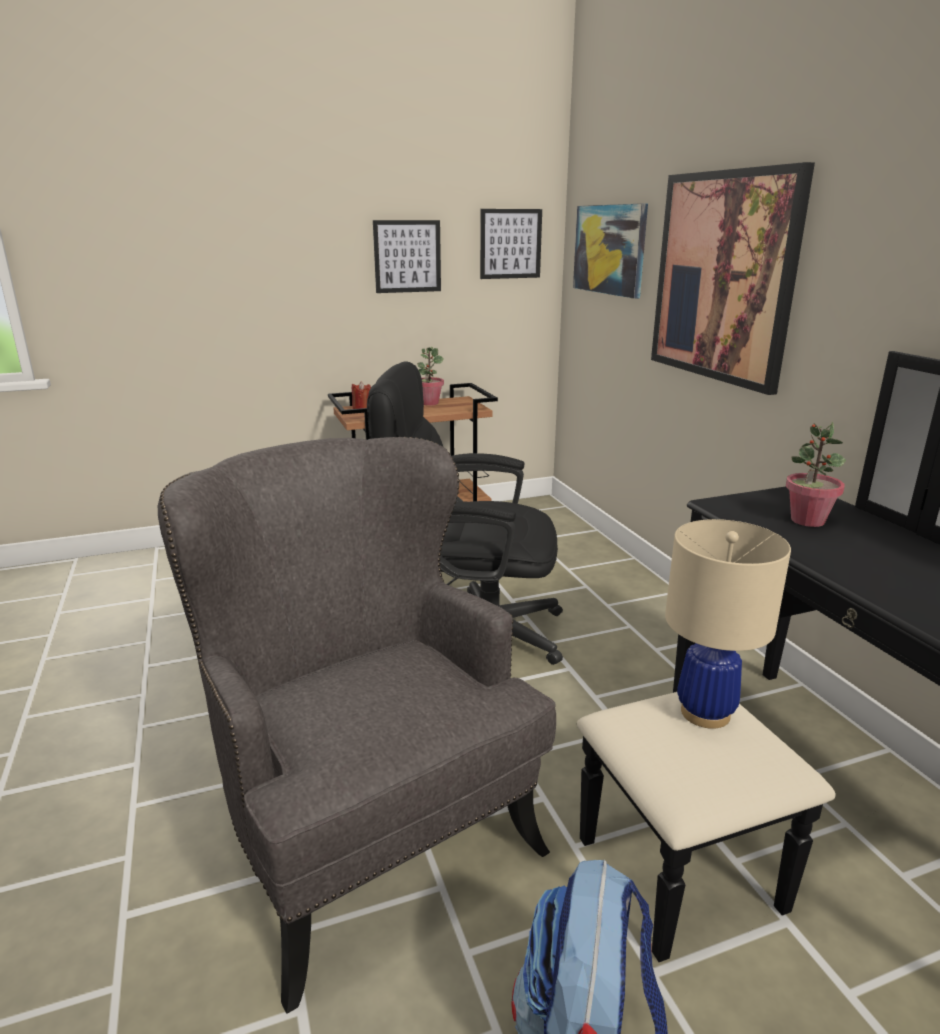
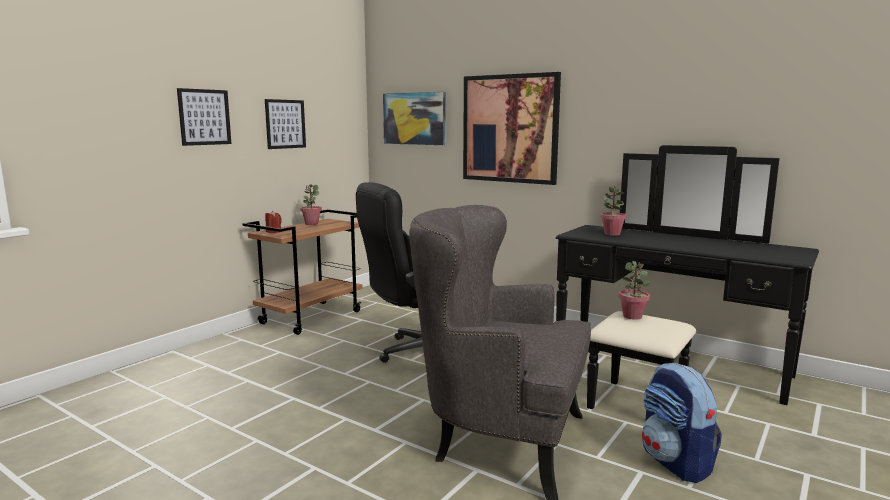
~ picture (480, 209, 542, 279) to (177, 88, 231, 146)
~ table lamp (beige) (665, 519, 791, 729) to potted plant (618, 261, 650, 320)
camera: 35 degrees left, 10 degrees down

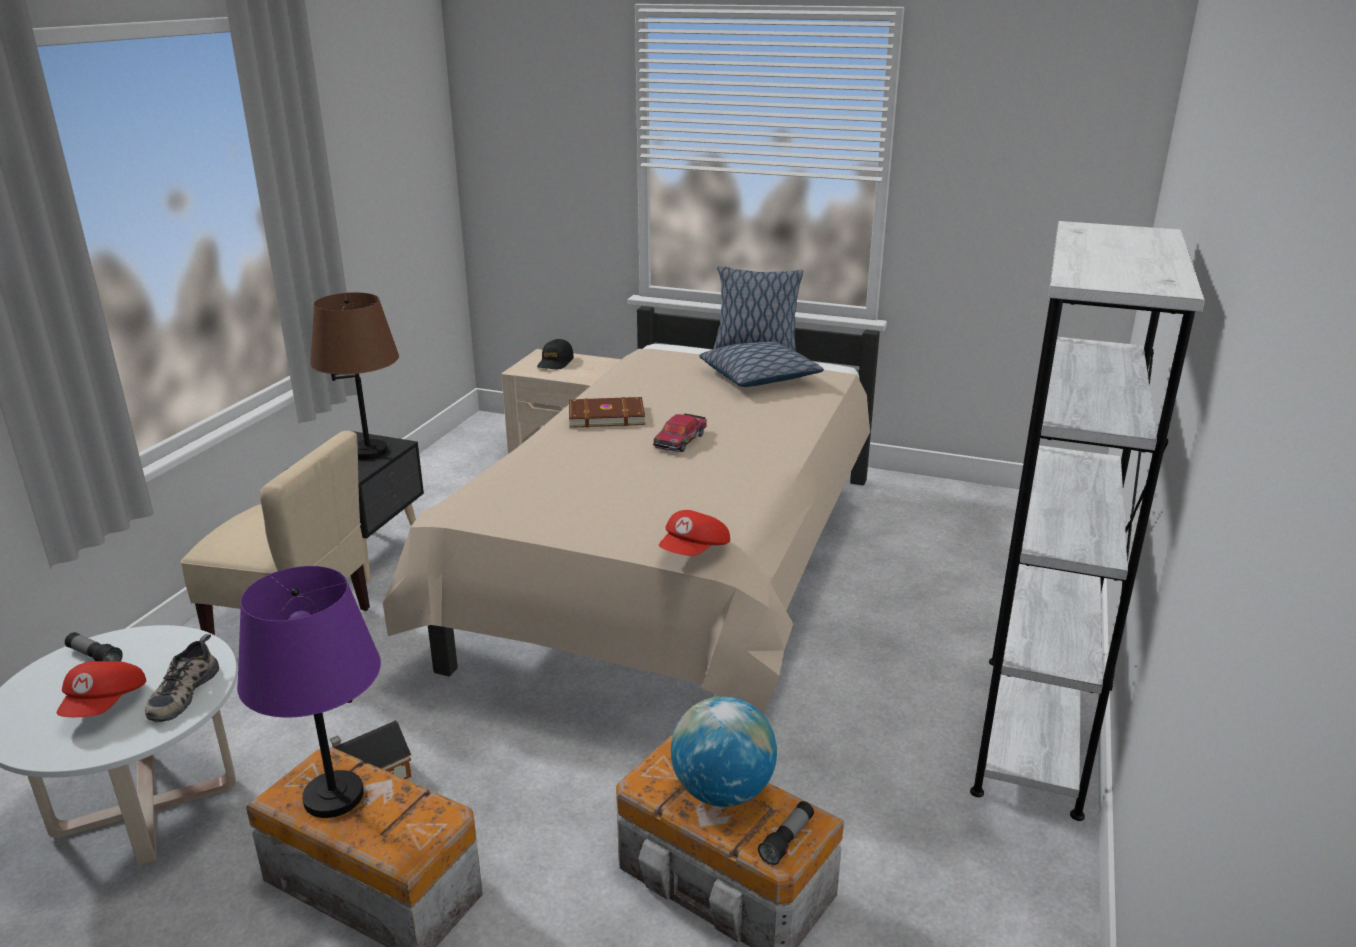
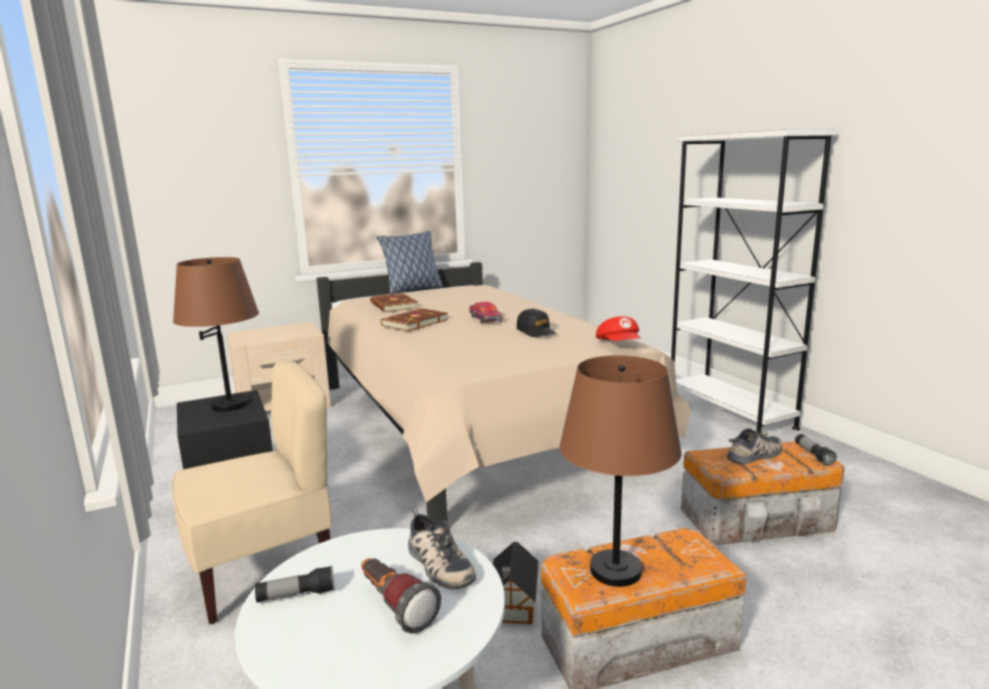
- pillow (699, 342, 824, 387)
+ book (brown) (370, 293, 418, 312)
~ cap (black) (537, 339, 574, 369) to (516, 309, 557, 337)
~ cap (red) (57, 661, 146, 717) to flashlight (361, 558, 441, 634)
~ globe (671, 696, 777, 807) to shoe (727, 428, 782, 464)
~ table lamp (purple) (237, 566, 381, 818) to table lamp (brown) (559, 355, 682, 587)
camera: 45 degrees left, 10 degrees down

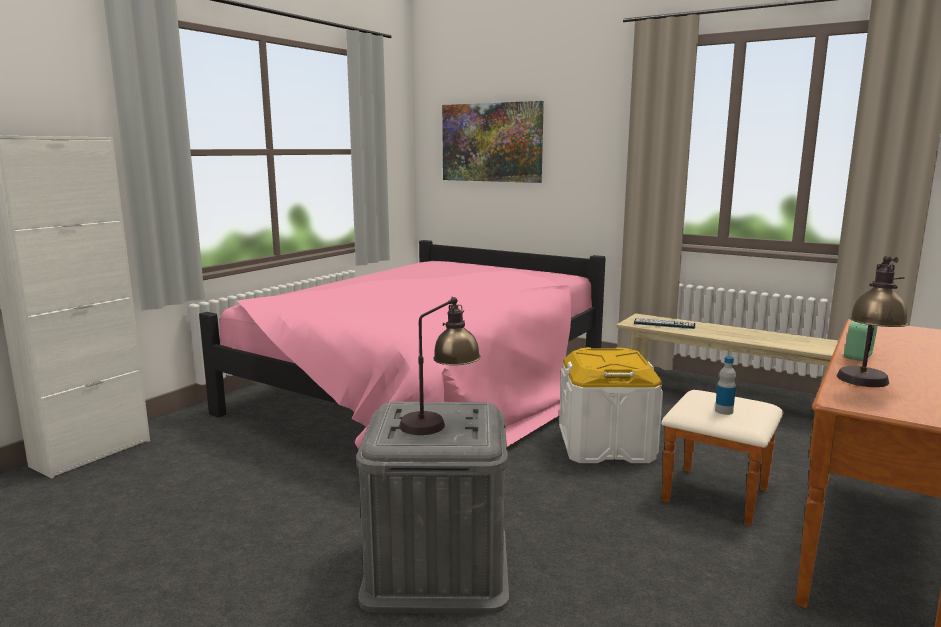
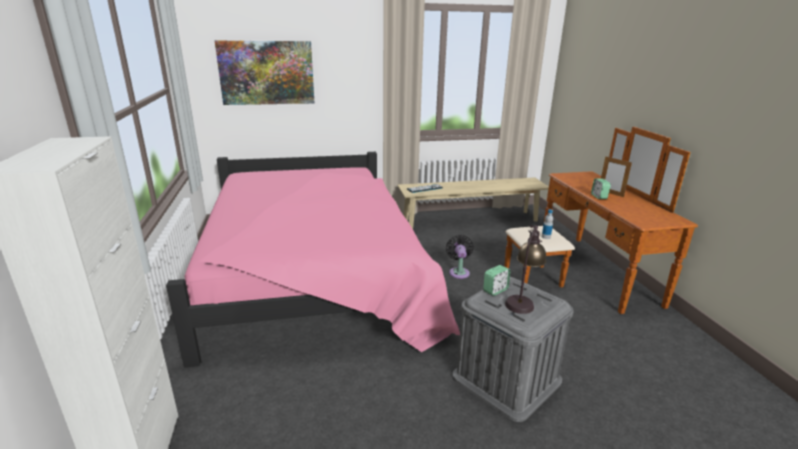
- table lamp (837, 255, 908, 387)
+ alarm clock (483, 265, 510, 296)
+ picture frame (601, 156, 632, 197)
~ storage box (white) (559, 347, 663, 463) to fan (black) (446, 235, 474, 279)
camera: 45 degrees left, 10 degrees up

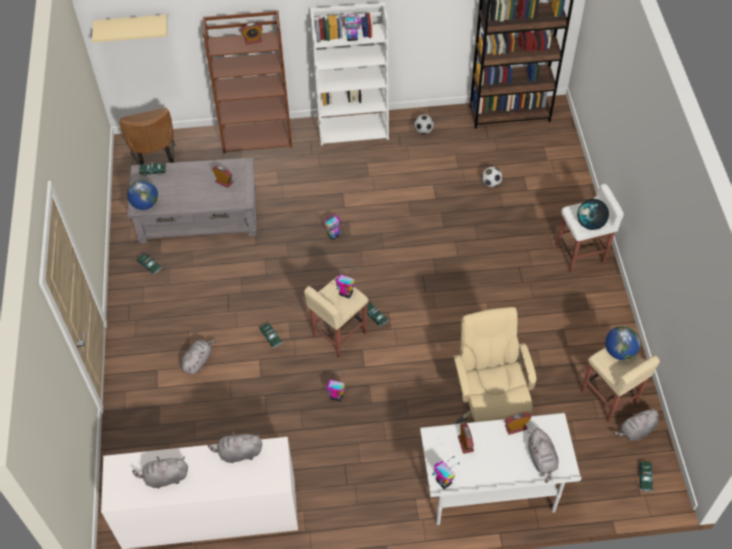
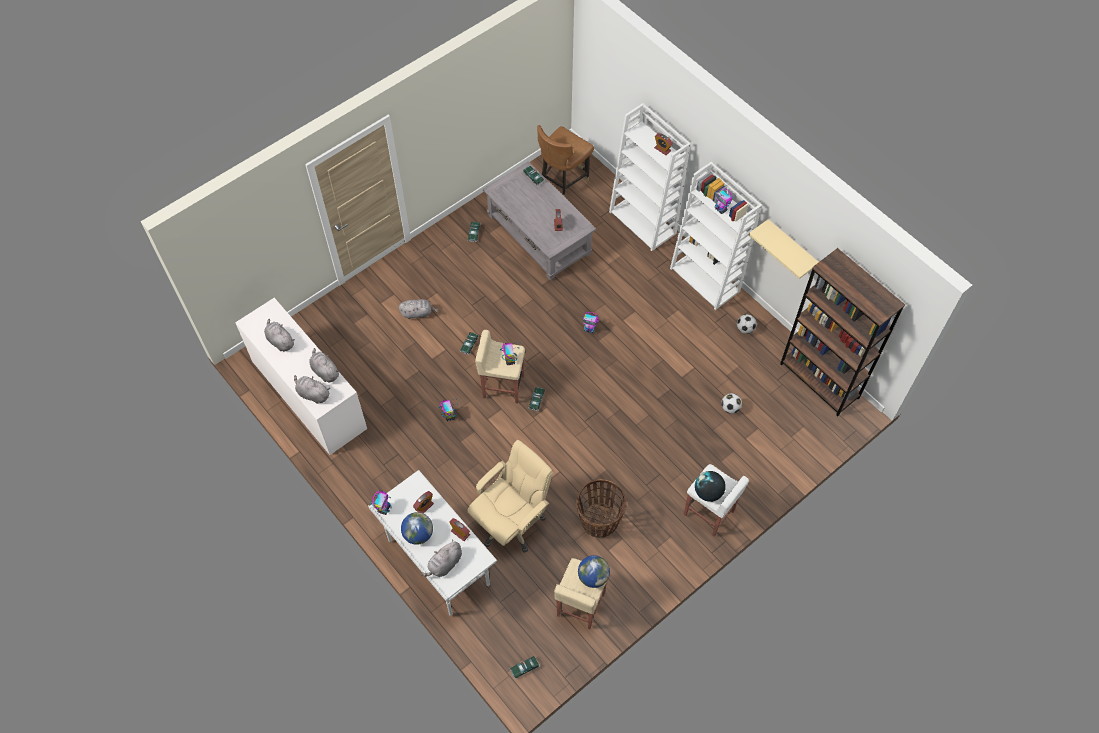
+ basket (576, 479, 627, 538)
~ shelf (beige) (92, 14, 167, 43) to (749, 219, 819, 279)
~ globe (127, 180, 158, 210) to (401, 512, 433, 545)
~ plush toy (grey) (613, 407, 659, 441) to (294, 375, 330, 404)
~ bookcase (brown) (203, 11, 292, 154) to bookcase (white) (609, 103, 691, 251)
camera: 55 degrees right, 5 degrees up

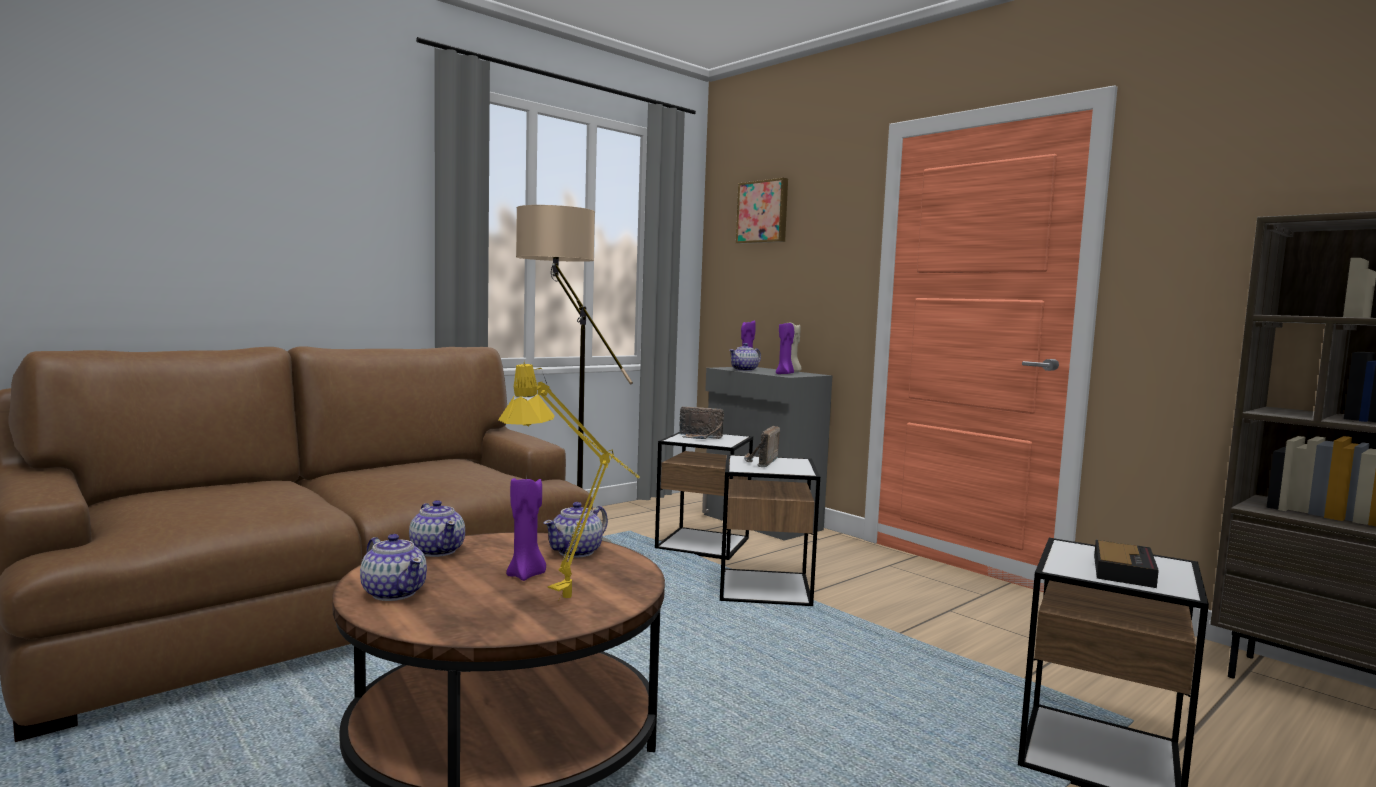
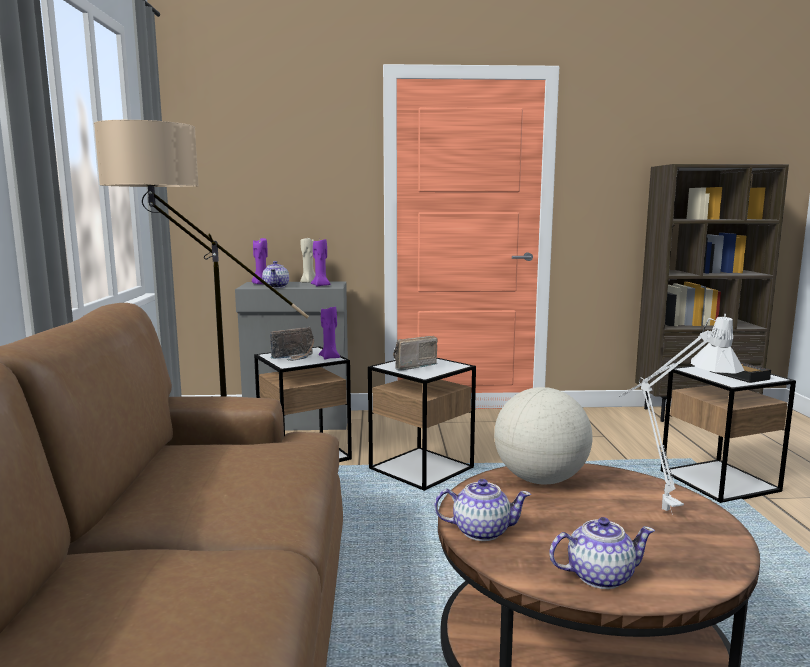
- picture (736, 178, 788, 244)
~ candle (purple) (506, 473, 546, 581) to (319, 305, 340, 359)
~ teapot (544, 502, 608, 558) to globe (494, 387, 592, 484)
~ table lamp (yellow) (498, 362, 640, 598) to table lamp (grey) (619, 314, 744, 515)
~ radio (744, 426, 780, 467) = (393, 336, 438, 370) 90 degrees clockwise
camera: 50 degrees left, 5 degrees up

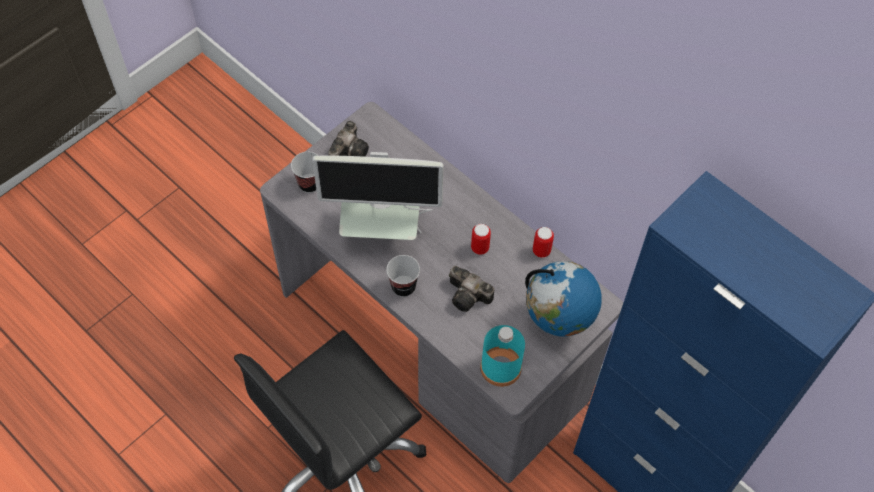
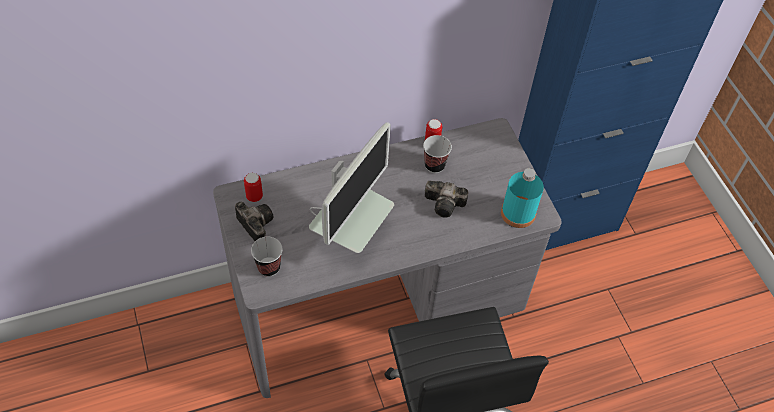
- globe (525, 261, 602, 337)
~ cup (386, 255, 420, 297) to (423, 135, 452, 173)
~ can (471, 224, 491, 255) to (244, 173, 263, 202)
~ photo camera (449, 266, 494, 312) = (425, 181, 468, 218) 45 degrees clockwise
camera: 65 degrees left, 5 degrees down

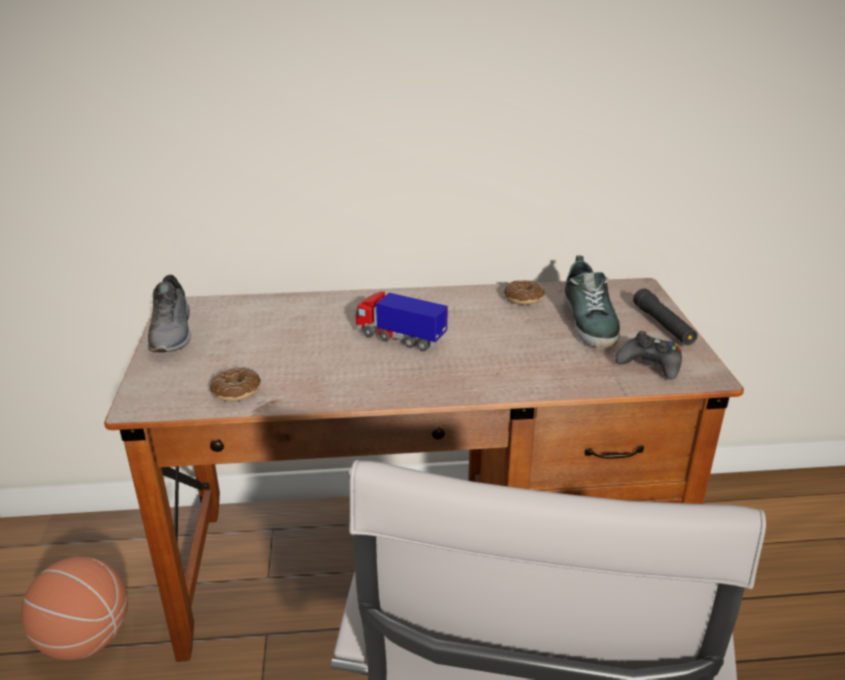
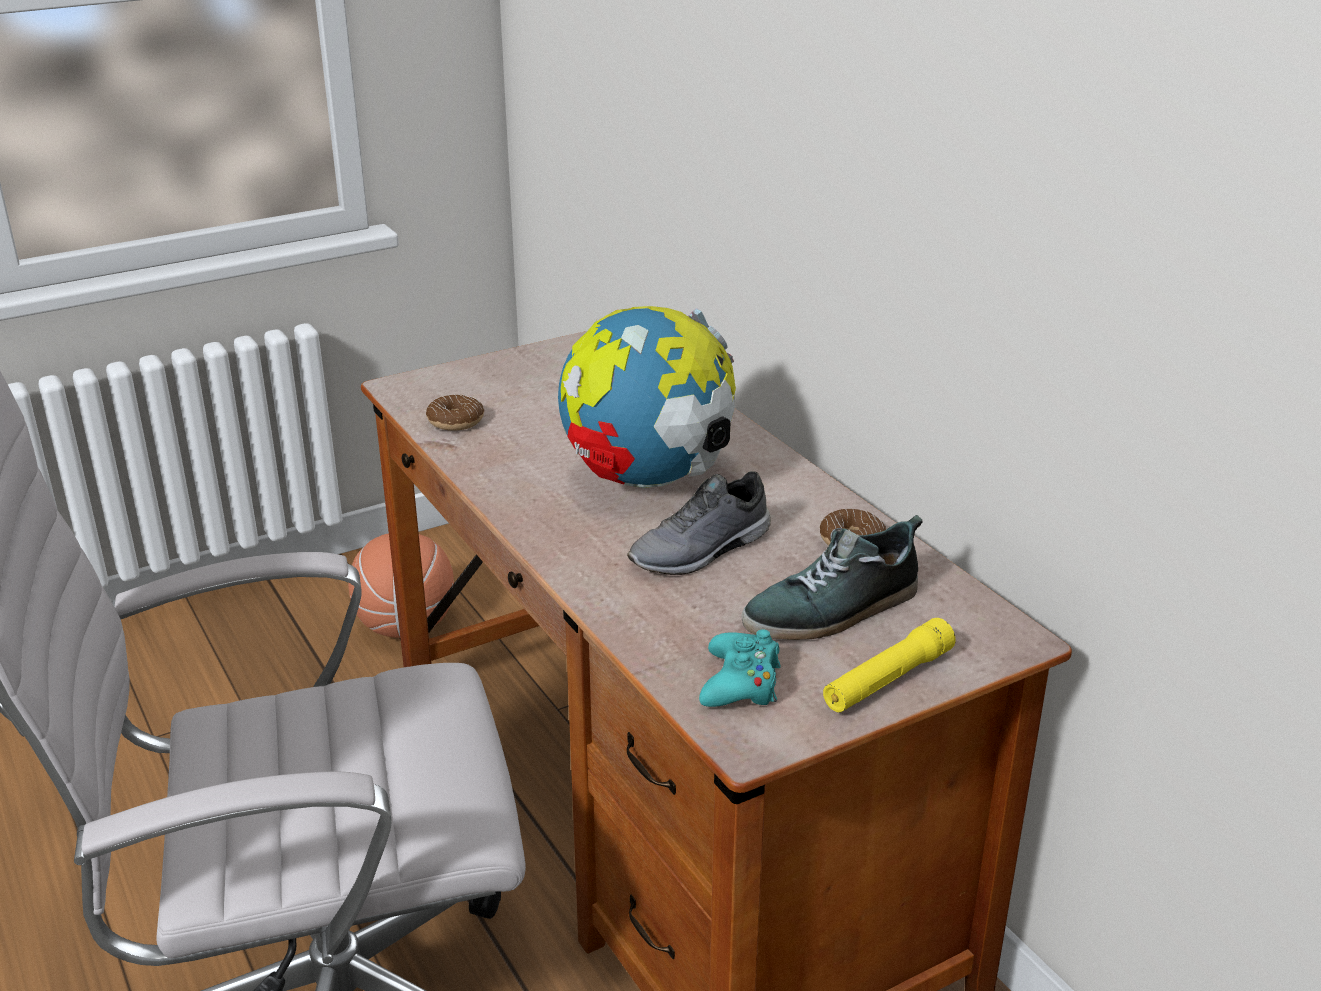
~ shoe (grey) (148, 275, 191, 352) to (627, 471, 771, 575)
~ toy truck (356, 291, 448, 351) to globe (558, 306, 736, 488)
~ game controller (black) (615, 331, 682, 380) to game controller (turquoise) (699, 629, 781, 707)
~ flashlight (black) (633, 288, 698, 345) to flashlight (yellow) (823, 618, 956, 713)
camera: 65 degrees right, 0 degrees up

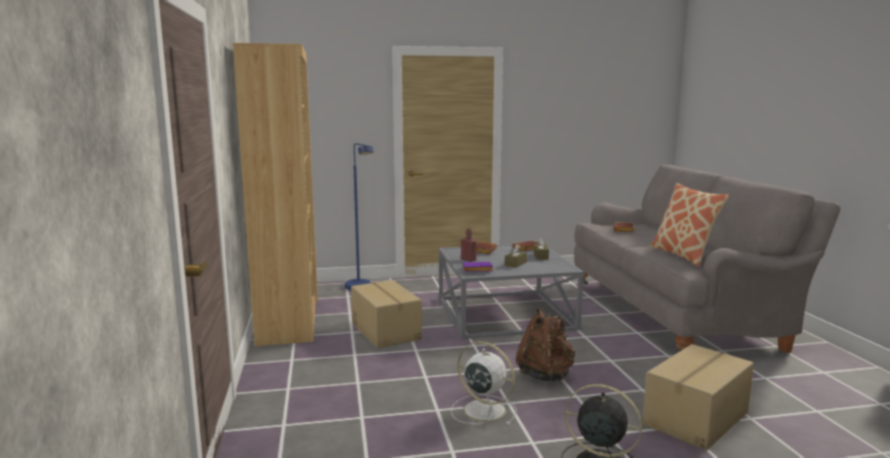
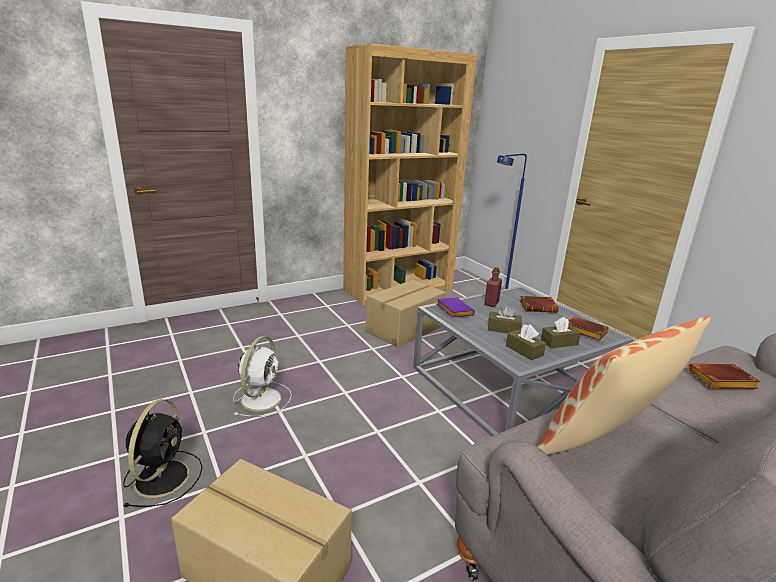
- backpack (brown) (516, 308, 575, 381)
+ tissue box (brown) (506, 324, 546, 361)
camera: 70 degrees right, 10 degrees up

